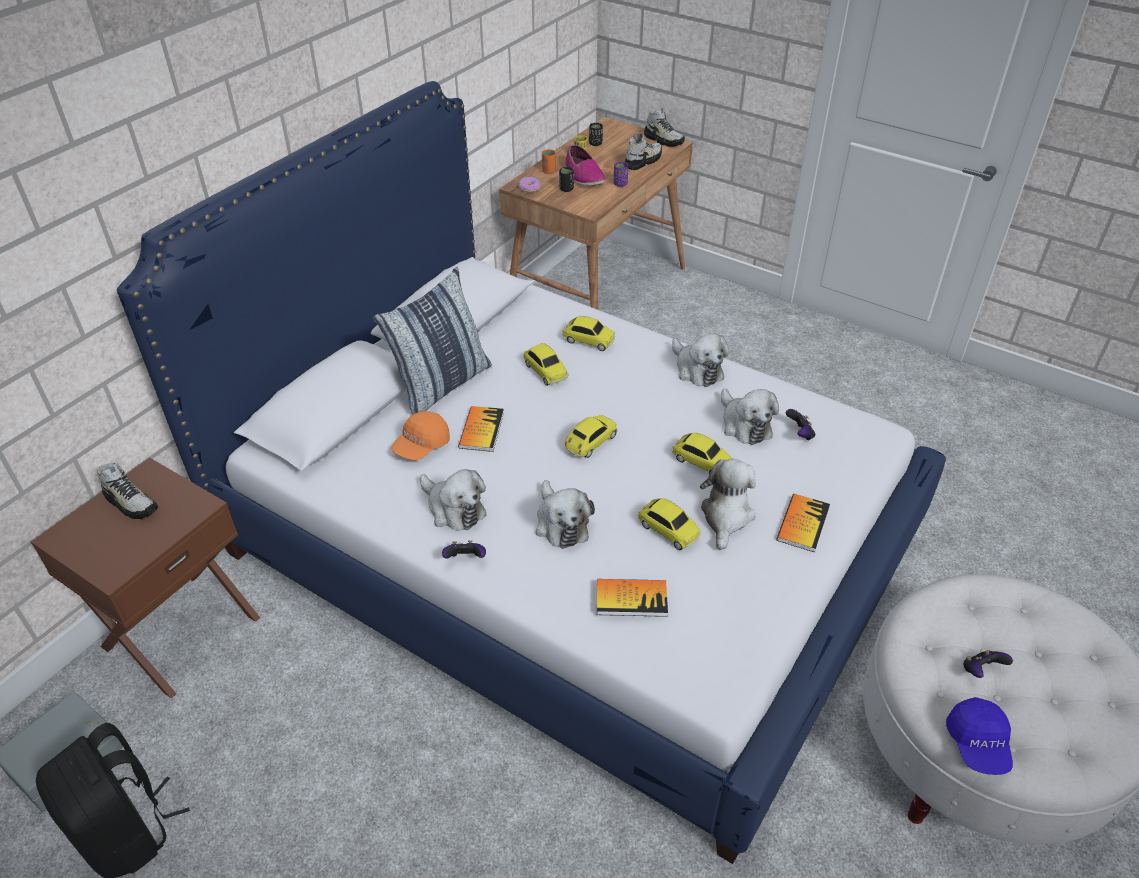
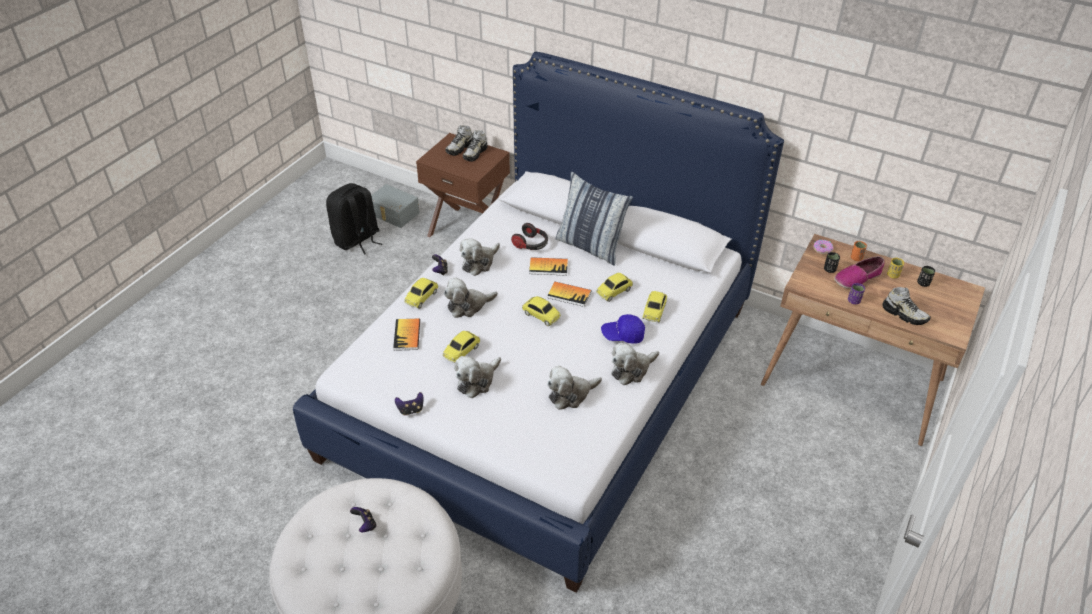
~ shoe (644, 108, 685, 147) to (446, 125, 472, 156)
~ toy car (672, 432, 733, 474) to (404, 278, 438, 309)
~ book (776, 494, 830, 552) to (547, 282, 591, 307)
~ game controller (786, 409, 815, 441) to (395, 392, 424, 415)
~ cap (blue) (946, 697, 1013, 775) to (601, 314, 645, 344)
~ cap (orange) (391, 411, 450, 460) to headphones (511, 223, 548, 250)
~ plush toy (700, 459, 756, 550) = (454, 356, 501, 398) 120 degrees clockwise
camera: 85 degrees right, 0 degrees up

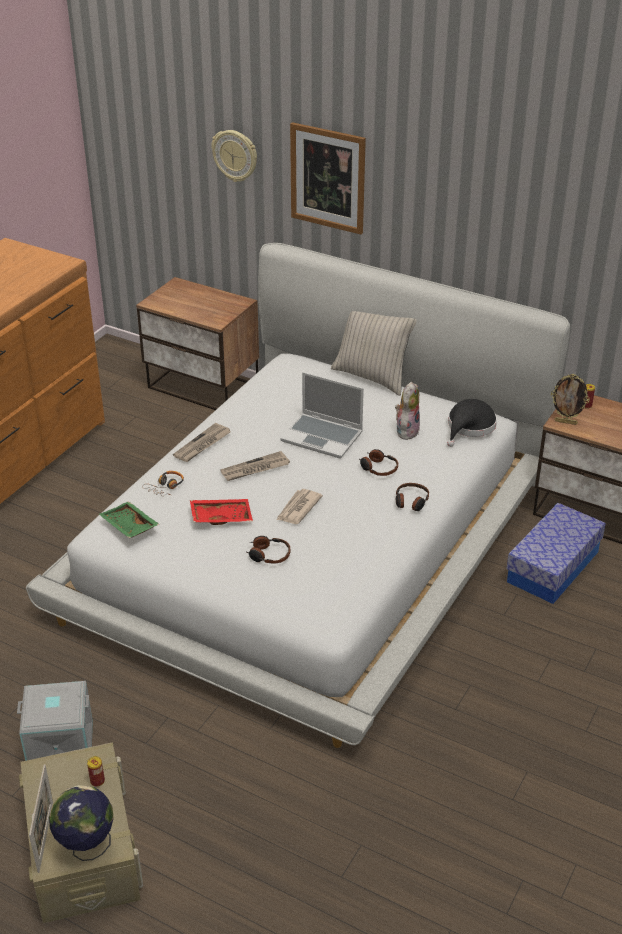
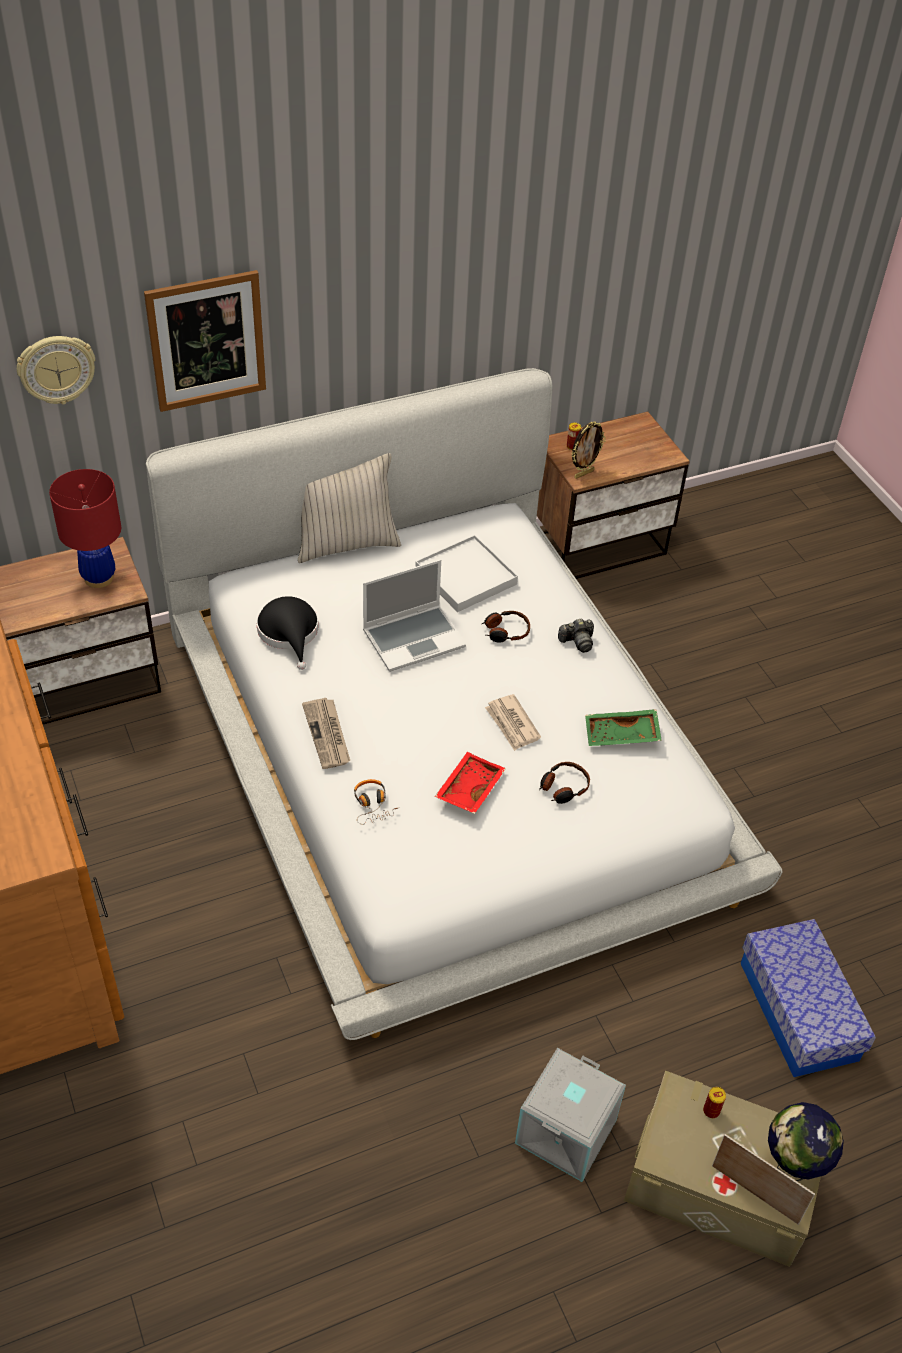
- newspaper (220, 451, 290, 481)
+ table lamp (red) (49, 469, 121, 588)
~ tray (green) (99, 501, 159, 538) to (585, 709, 662, 746)
~ hat (black) (447, 399, 497, 447) to (256, 596, 319, 670)
~ storage box (506, 503, 606, 604) to (741, 919, 876, 1077)
~ plush toy (395, 382, 420, 440) to tray (white) (415, 535, 518, 612)
~ headphones (396, 483, 429, 511) to photo camera (558, 619, 594, 653)
camera: 55 degrees left, 10 degrees up

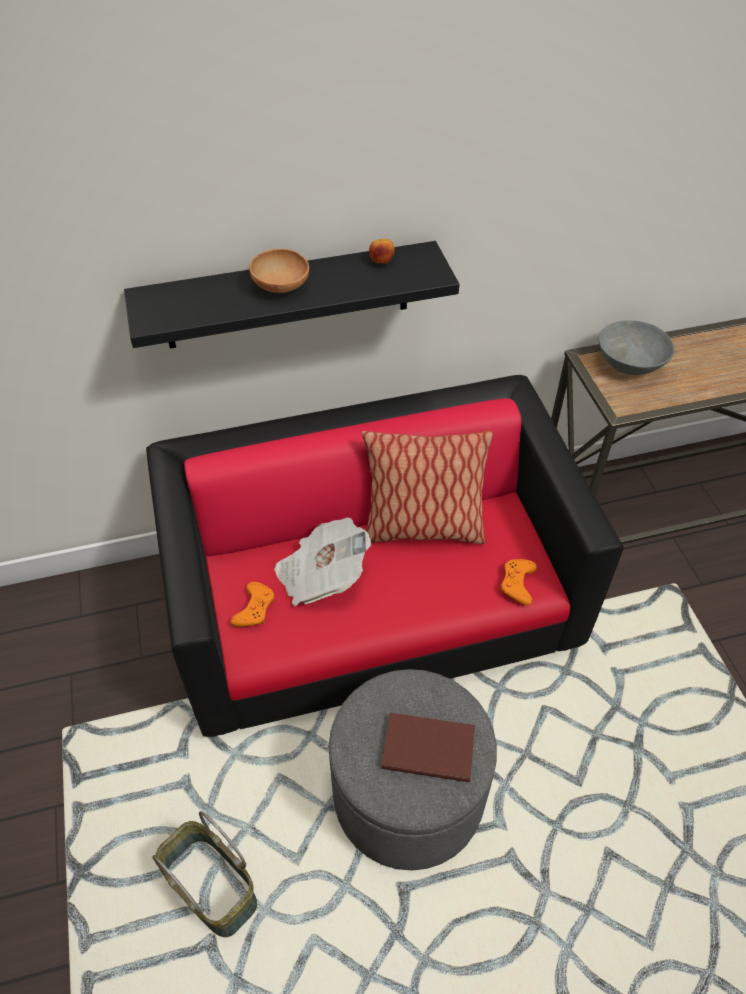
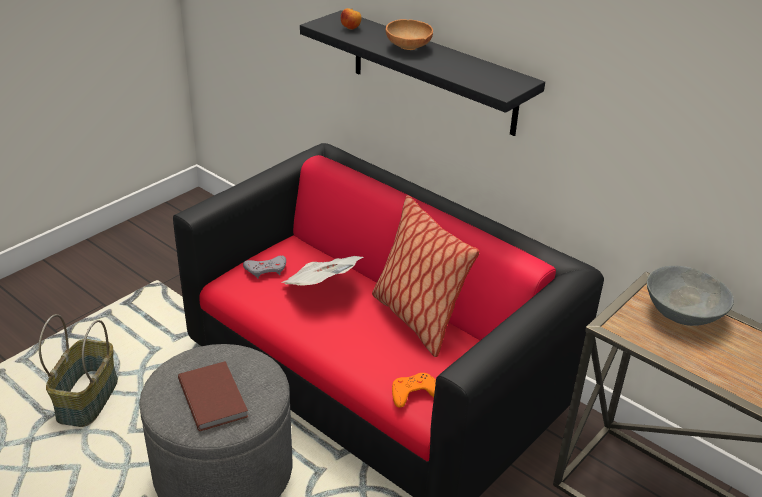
~ apple (369, 239, 395, 264) to (341, 8, 362, 30)
~ game controller (orange) (230, 582, 274, 627) to game controller (grey) (243, 255, 286, 279)
camera: 55 degrees right, 15 degrees down

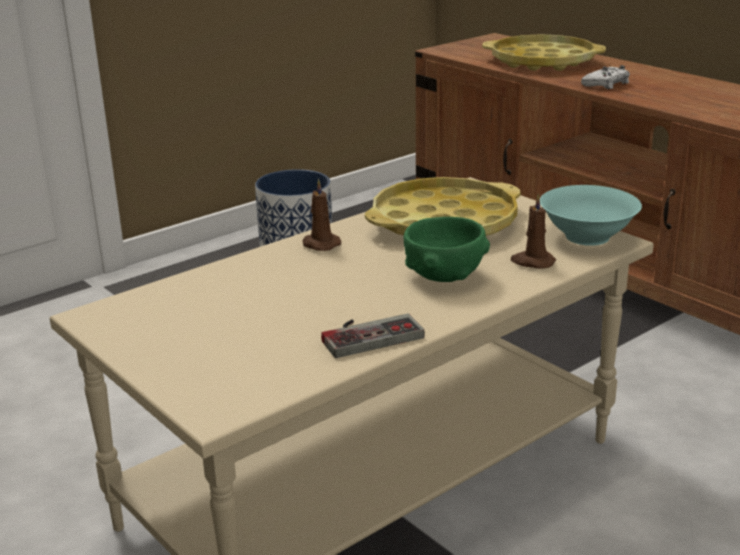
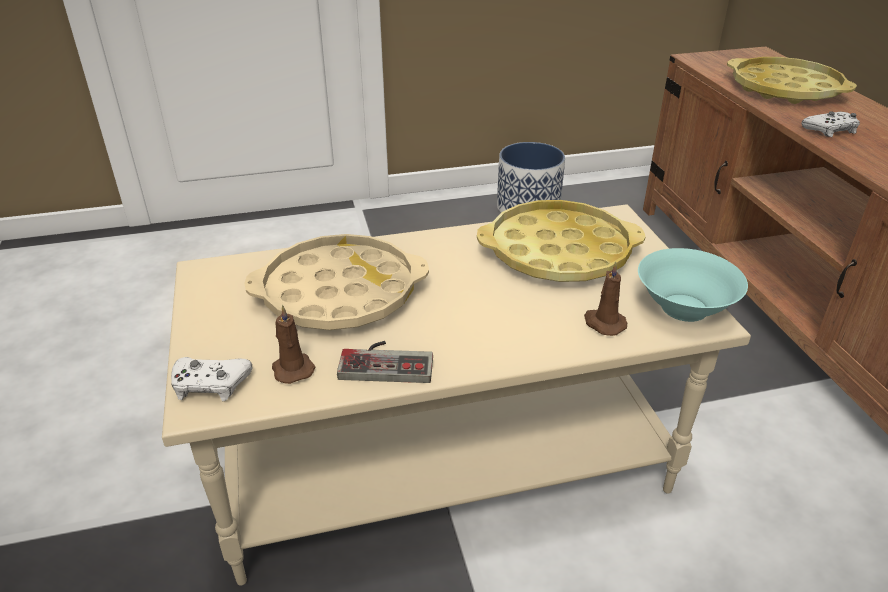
- bowl (green) (404, 217, 490, 282)
+ game controller (white) (171, 357, 253, 401)
+ tray (beige) (244, 234, 429, 330)
~ candle (brown) (303, 179, 341, 251) to (272, 305, 315, 384)
camera: 25 degrees right, 10 degrees up

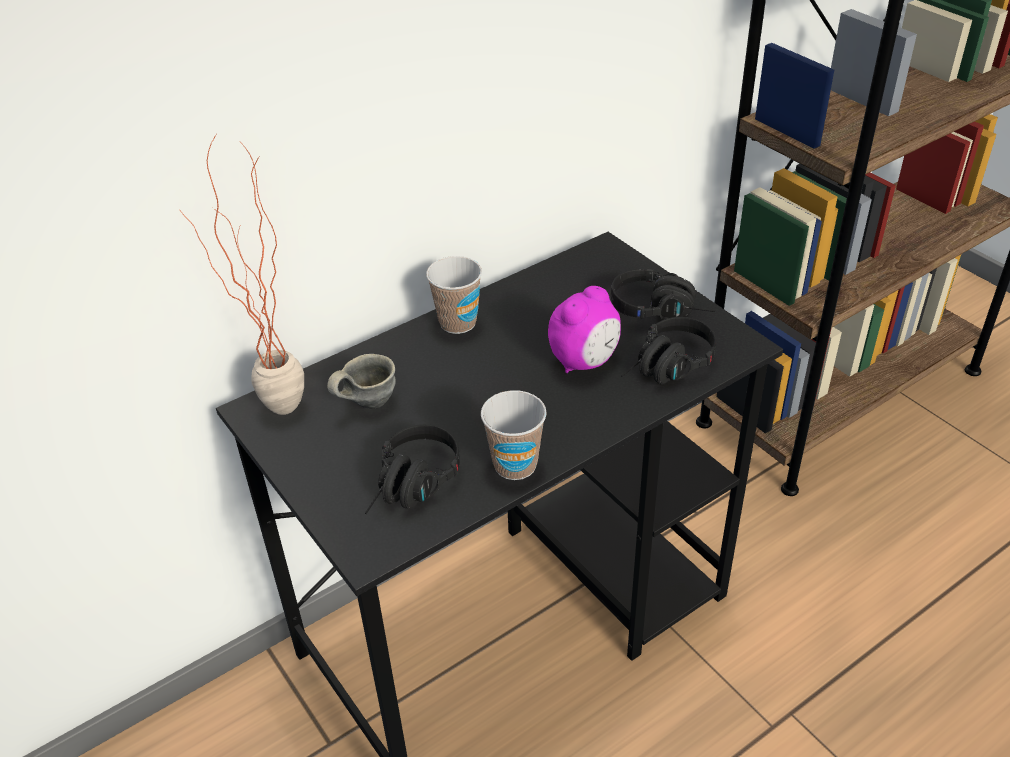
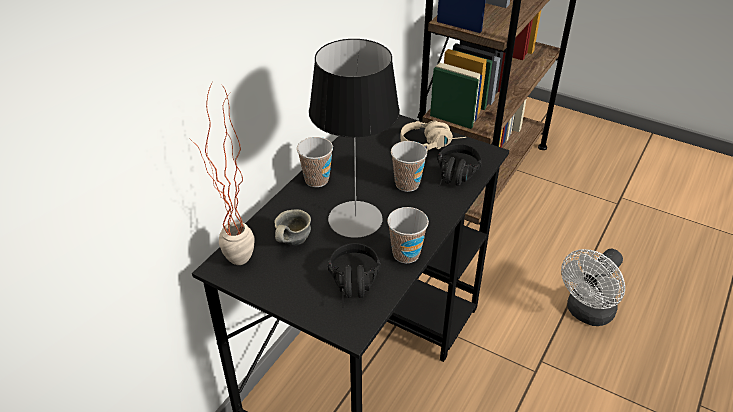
+ table lamp (309, 39, 400, 238)
+ fan (white) (561, 249, 625, 326)
~ alarm clock (548, 286, 621, 373) to cup (391, 141, 427, 192)
~ headphones (black) (611, 269, 715, 320) to headphones (beige) (400, 121, 466, 151)
camera: 25 degrees left, 0 degrees up

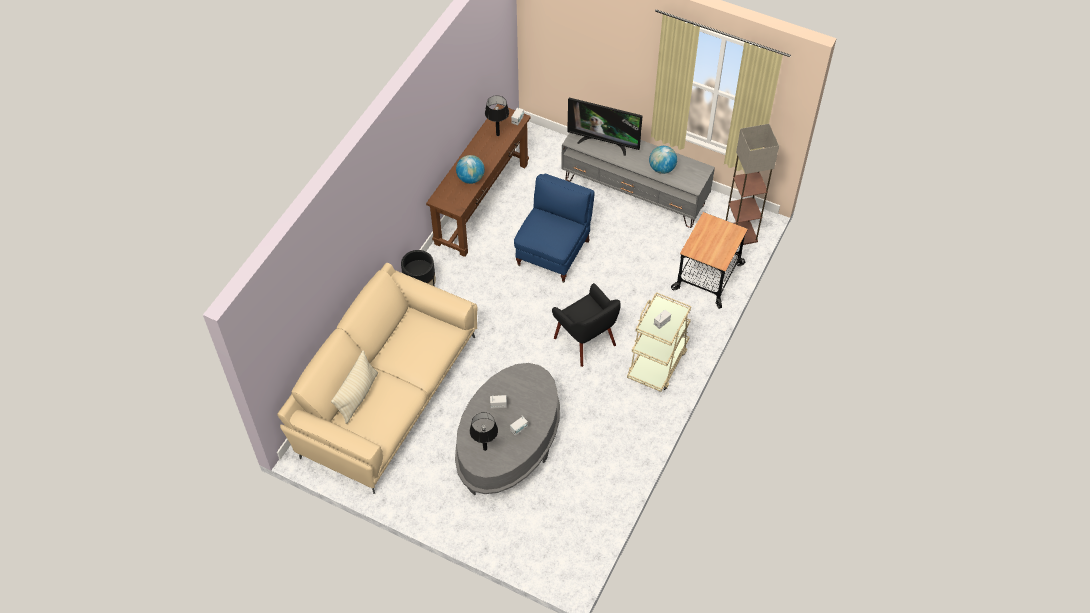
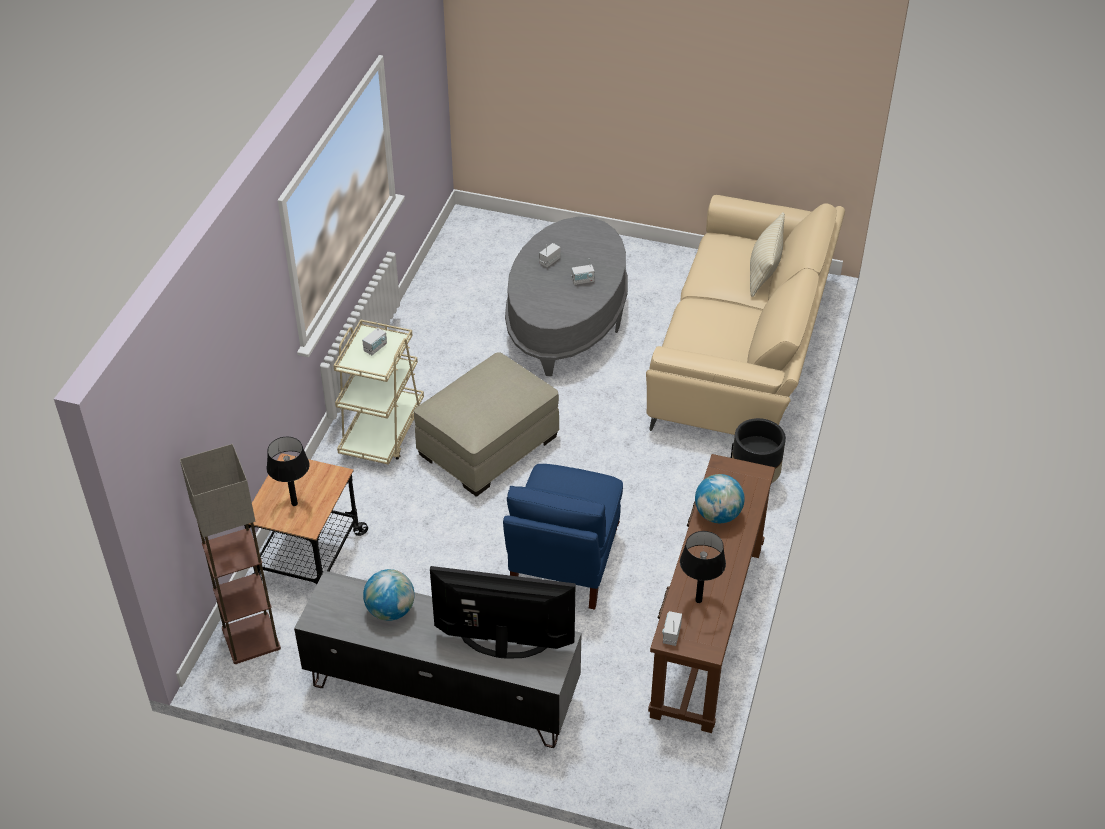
~ table lamp (black) (470, 412, 498, 451) to (267, 437, 309, 506)
~ armchair (black) (552, 283, 621, 367) to ottoman (beige) (414, 352, 559, 496)
camera: 170 degrees right, 10 degrees down

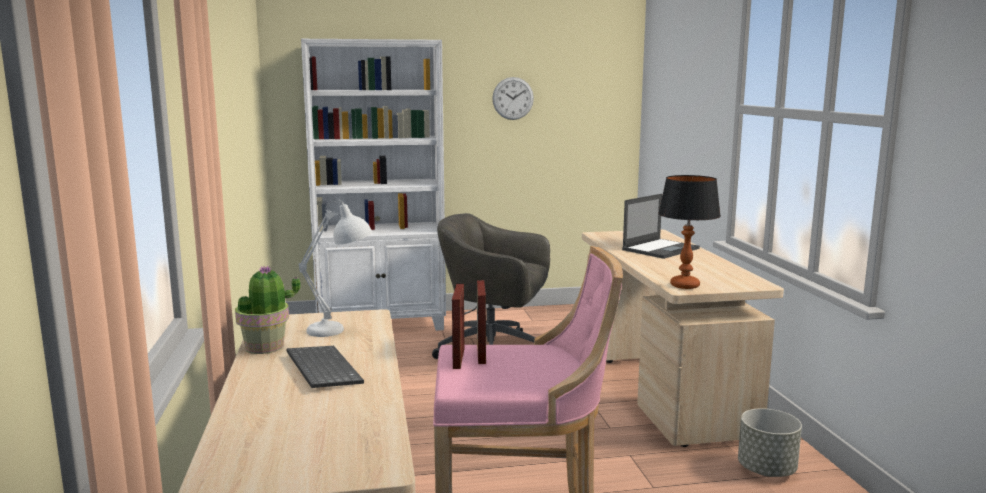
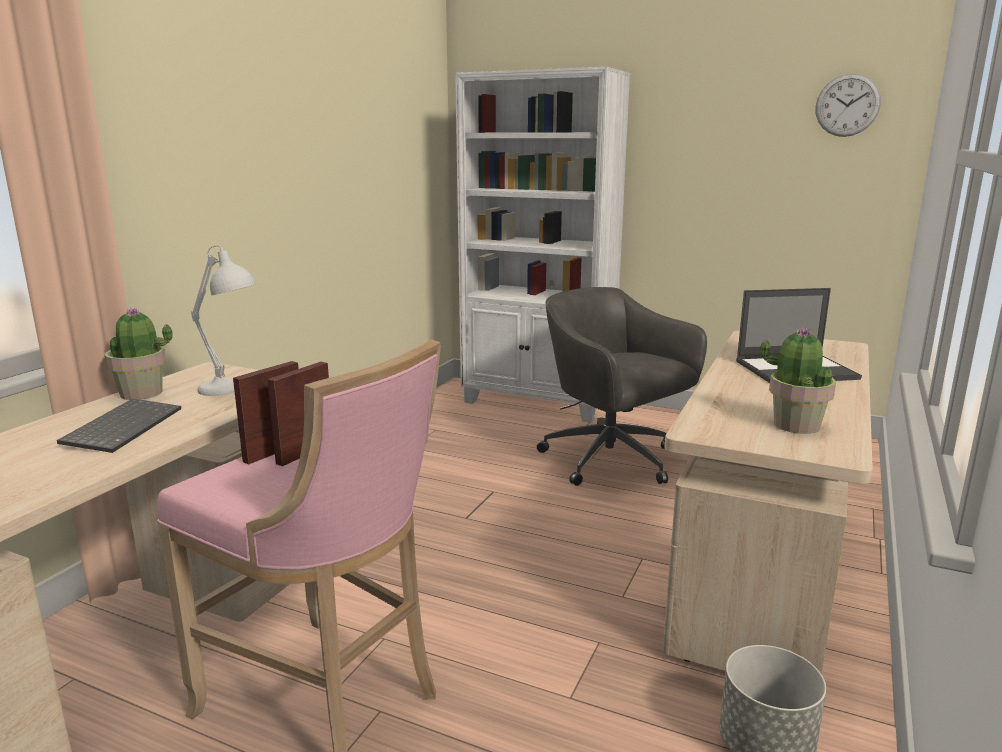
- table lamp (658, 175, 721, 289)
+ potted plant (760, 327, 836, 434)
~ wall clock (492, 77, 534, 120) to (815, 73, 881, 137)
camera: 35 degrees right, 5 degrees up

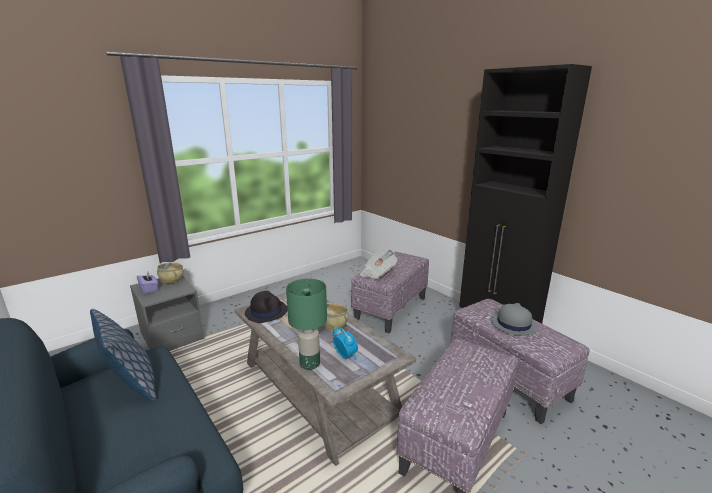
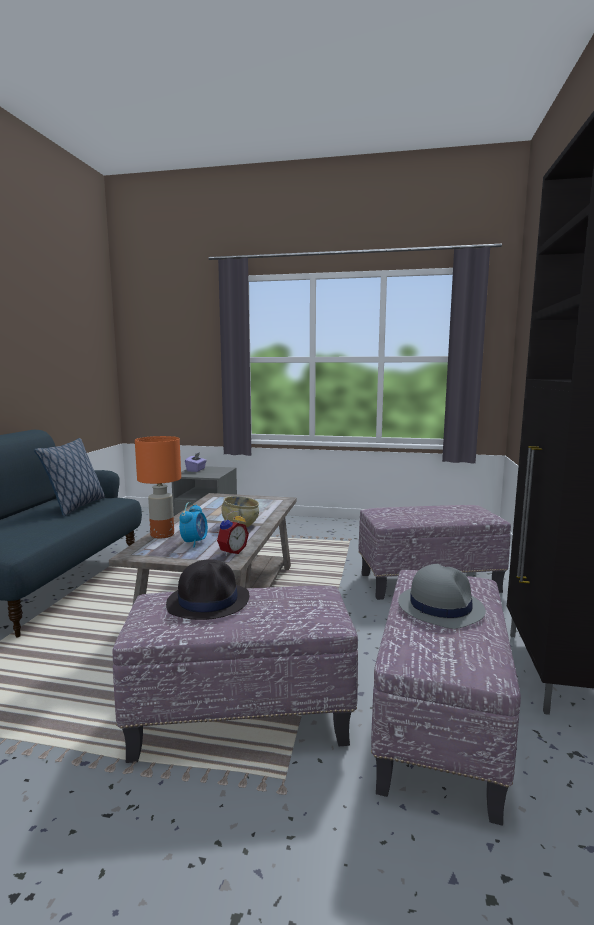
- bowl (beige) (157, 262, 184, 283)
- newspaper (360, 250, 397, 279)
+ alarm clock (217, 511, 249, 556)
~ hat (black) (245, 291, 288, 323) to (166, 559, 249, 620)
~ table lamp (green) (286, 278, 327, 370) to table lamp (orange) (135, 436, 181, 538)
camera: 50 degrees right, 10 degrees down

